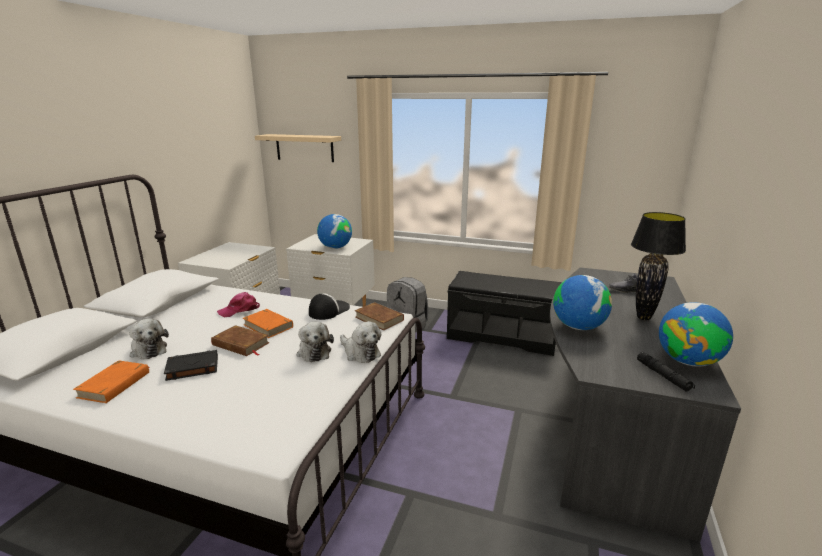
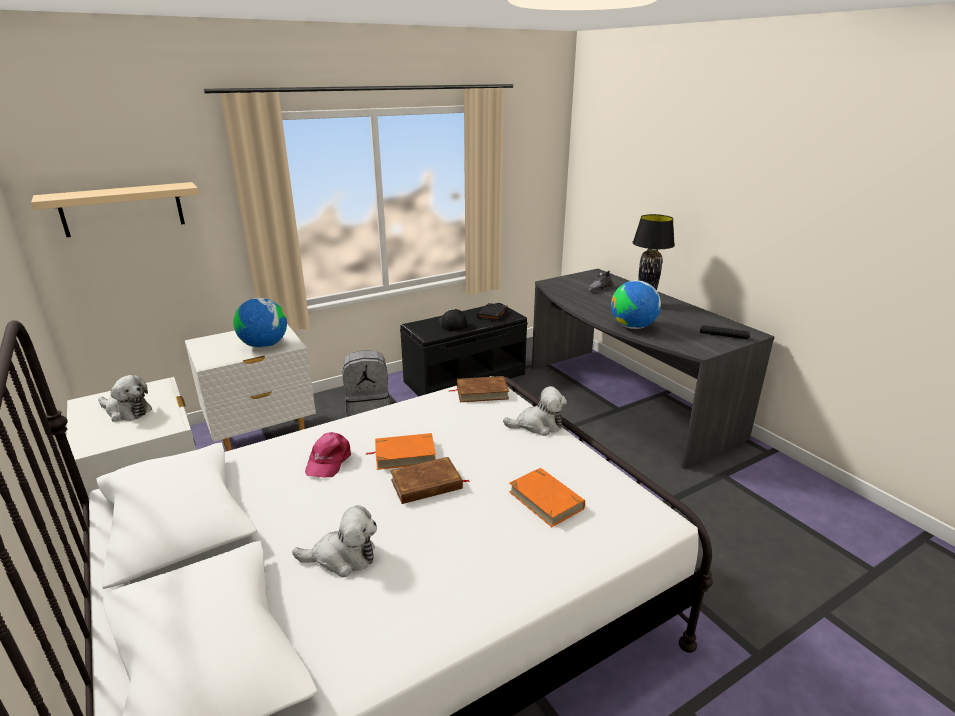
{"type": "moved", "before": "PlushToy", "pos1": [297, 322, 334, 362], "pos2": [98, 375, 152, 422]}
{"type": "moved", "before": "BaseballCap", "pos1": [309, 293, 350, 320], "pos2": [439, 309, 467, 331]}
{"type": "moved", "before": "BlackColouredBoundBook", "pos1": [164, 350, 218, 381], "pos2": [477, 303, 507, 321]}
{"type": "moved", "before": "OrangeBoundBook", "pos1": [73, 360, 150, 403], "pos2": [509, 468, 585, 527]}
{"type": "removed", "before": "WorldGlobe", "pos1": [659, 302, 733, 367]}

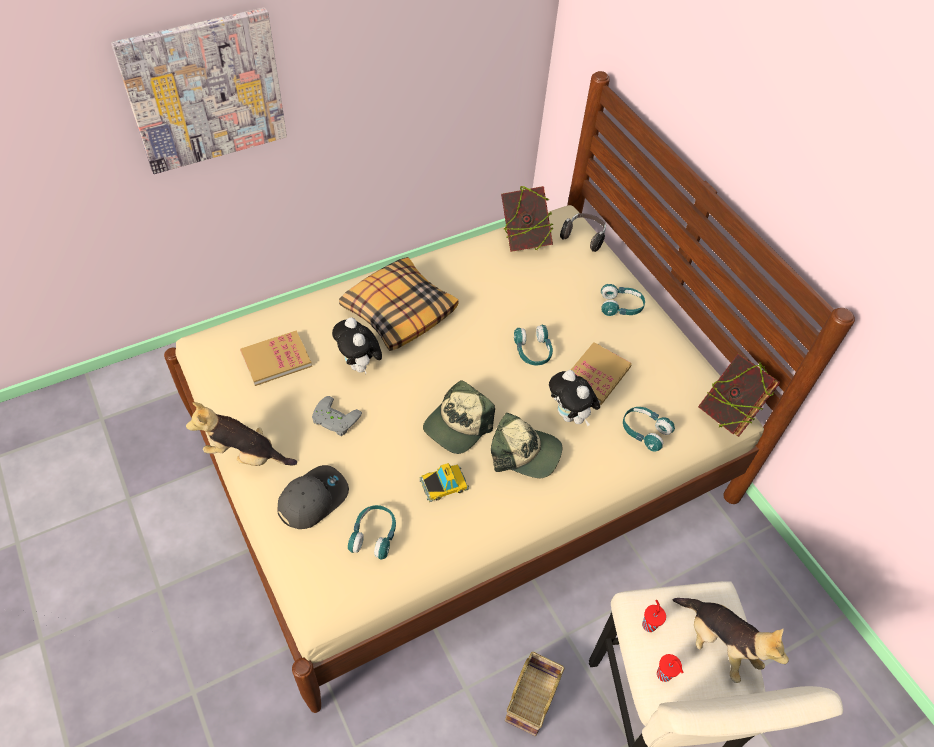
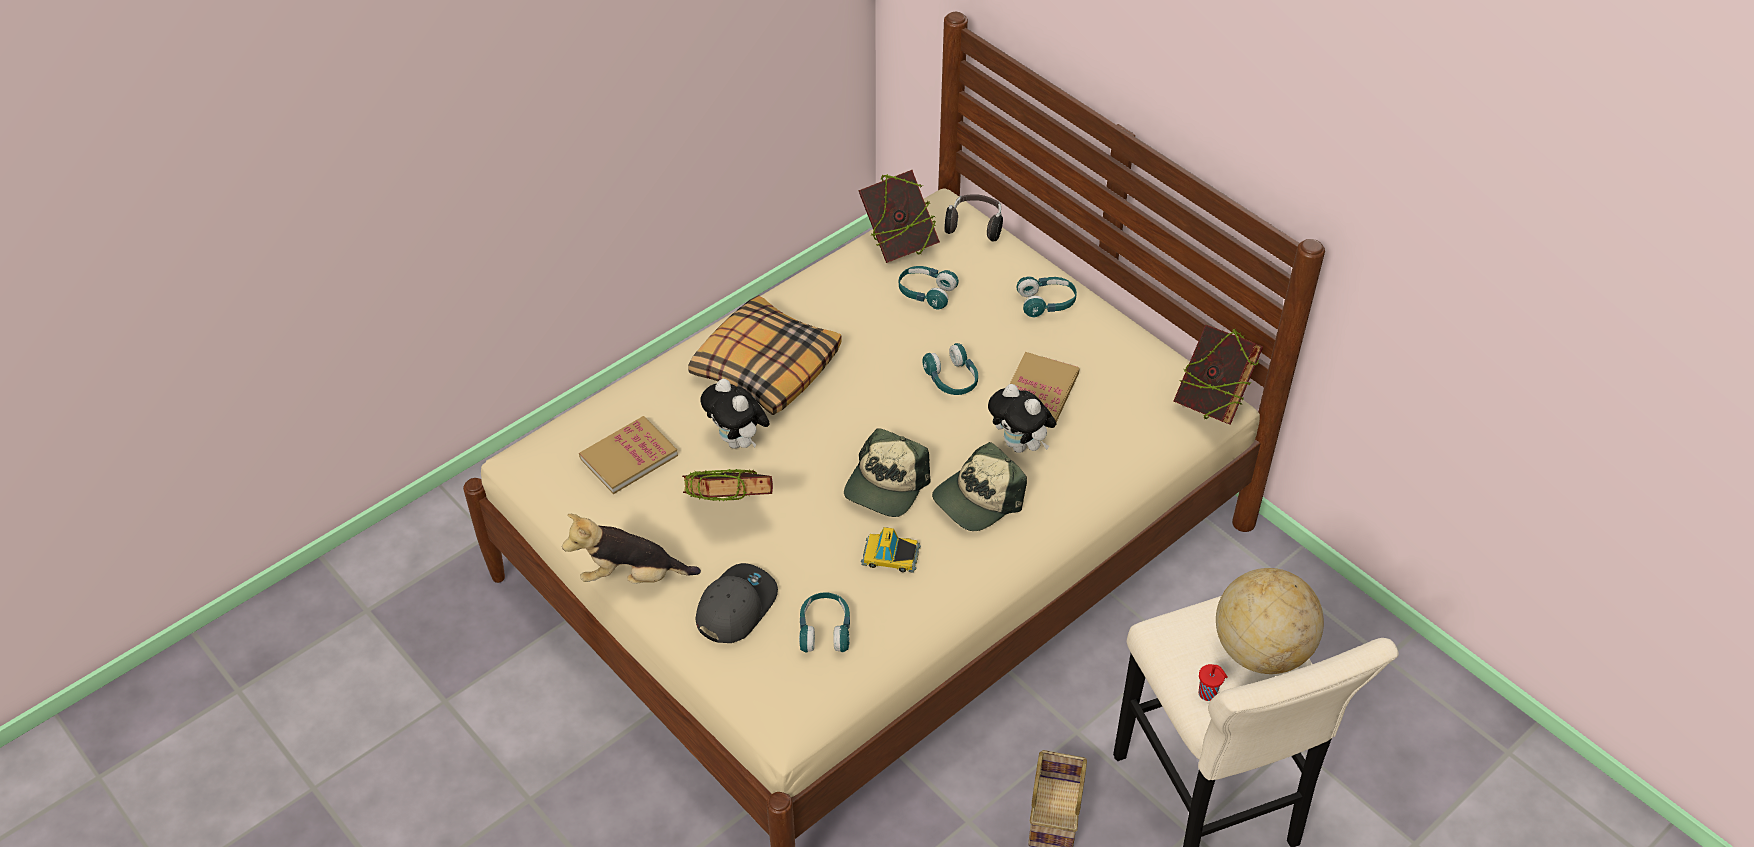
{"type": "replaced", "before": "GreyishGameController", "after": "BoundBook", "pos1": [312, 396, 362, 436], "pos2": [682, 469, 773, 501]}
{"type": "turned", "before": "MiniatureCar", "pos1": [419, 463, 469, 502], "pos2": [861, 527, 921, 573], "turn": -135}
{"type": "moved", "before": "TurquoiseColouredPairOfHeadphones", "pos1": [623, 407, 675, 452], "pos2": [899, 266, 959, 309]}
{"type": "turned", "before": "BaseballCap", "pos1": [491, 412, 562, 478], "pos2": [932, 442, 1027, 531], "turn": 135}
{"type": "replaced", "before": "PlushToy", "after": "WorldGlobe", "pos1": [673, 598, 789, 683], "pos2": [1216, 568, 1324, 674]}
{"type": "removed", "before": "WallPicture", "pos1": [111, 7, 287, 174]}
{"type": "removed", "before": "RedColouredDrinkingCup", "pos1": [642, 600, 666, 632]}

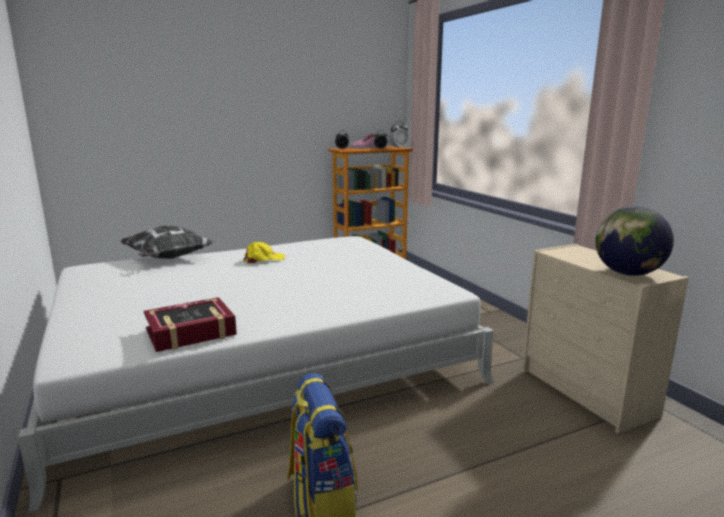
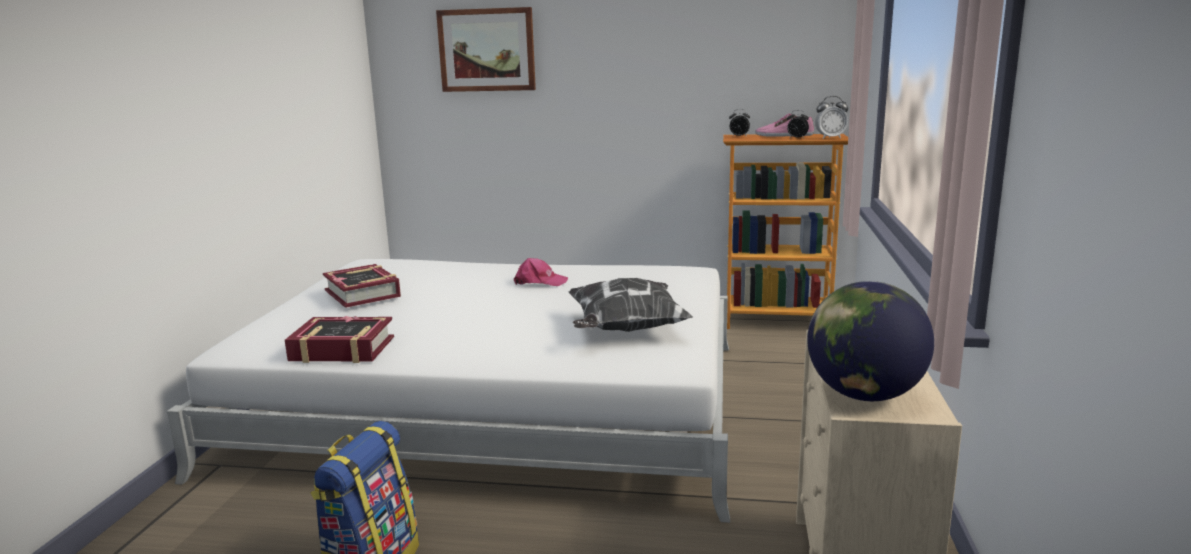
{"type": "added", "after": "BoundBook", "pos2": [323, 264, 401, 308]}
{"type": "added", "after": "WallPicture", "pos2": [436, 7, 536, 92]}
{"type": "recoloured", "before": "YellowBaseballCap", "after": "PinkishBaseballCap", "pos1": [243, 242, 285, 264], "pos2": [514, 258, 568, 286]}
{"type": "moved", "before": "Cushion", "pos1": [120, 225, 214, 259], "pos2": [569, 278, 693, 332]}

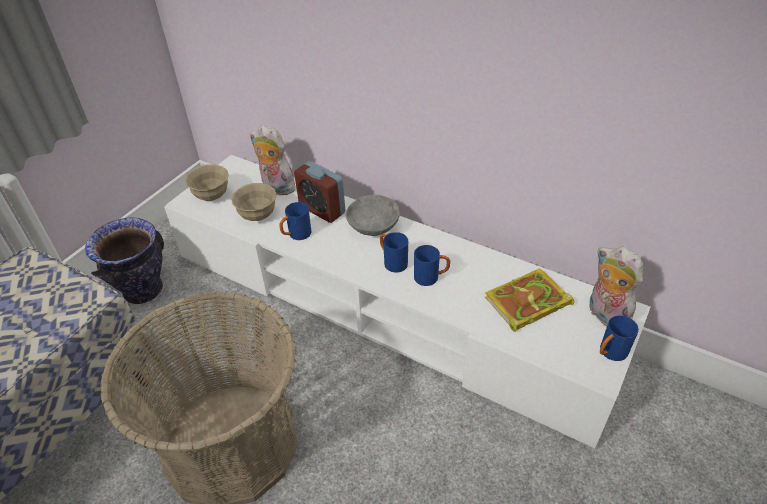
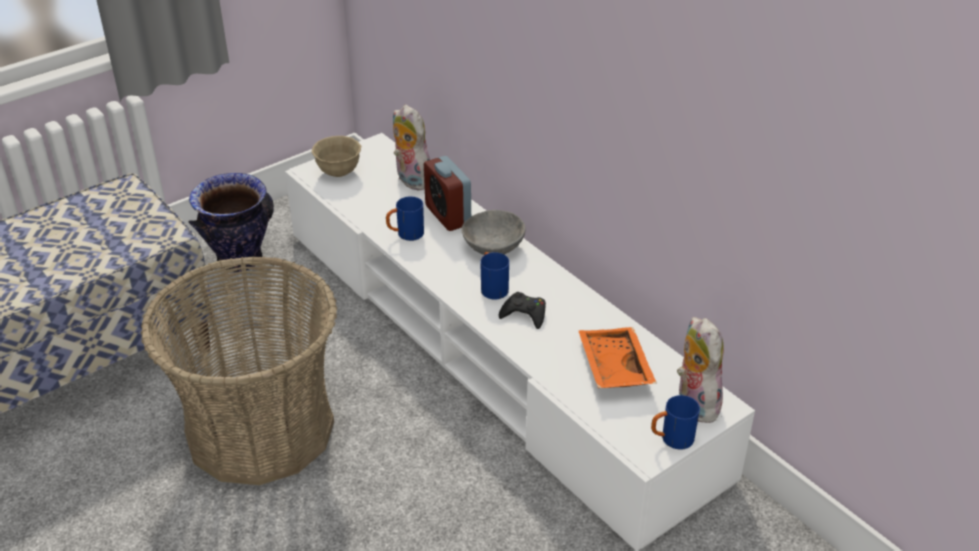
{"type": "replaced", "before": "BluishCoffeeMug", "after": "BlackColouredGameController", "pos1": [414, 245, 450, 286], "pos2": [499, 292, 546, 329]}
{"type": "replaced", "before": "BoundBook", "after": "OrangeTray", "pos1": [485, 268, 575, 332], "pos2": [578, 327, 657, 388]}
{"type": "removed", "before": "BeigeColouredServingBowl", "pos1": [231, 183, 276, 221]}

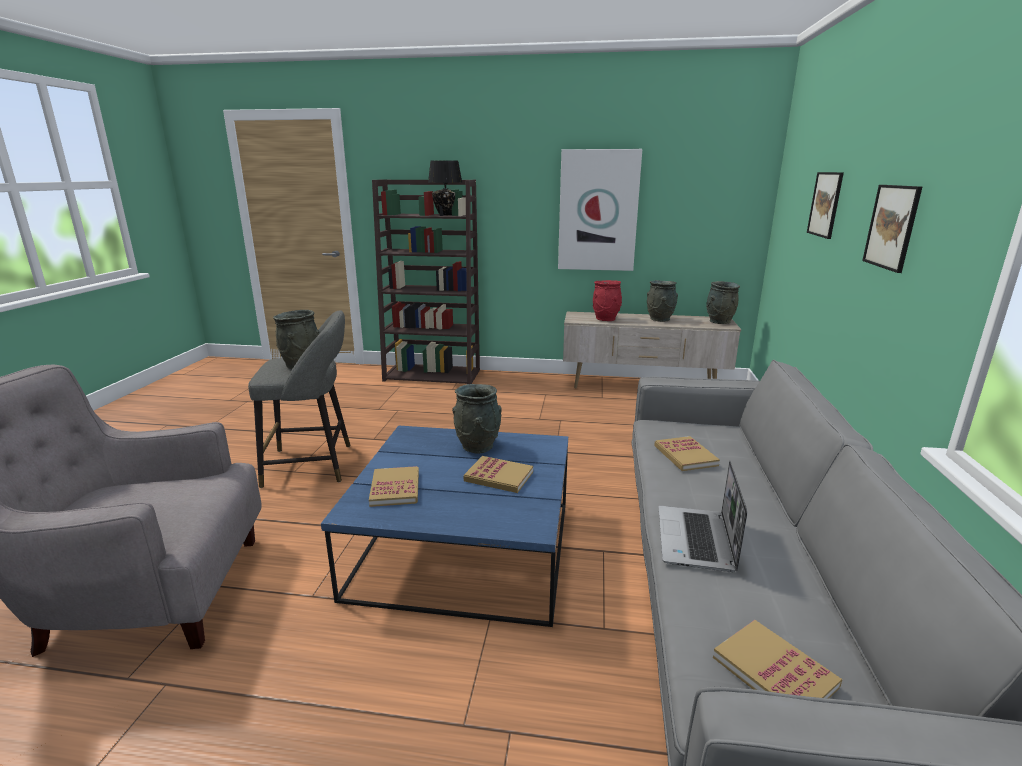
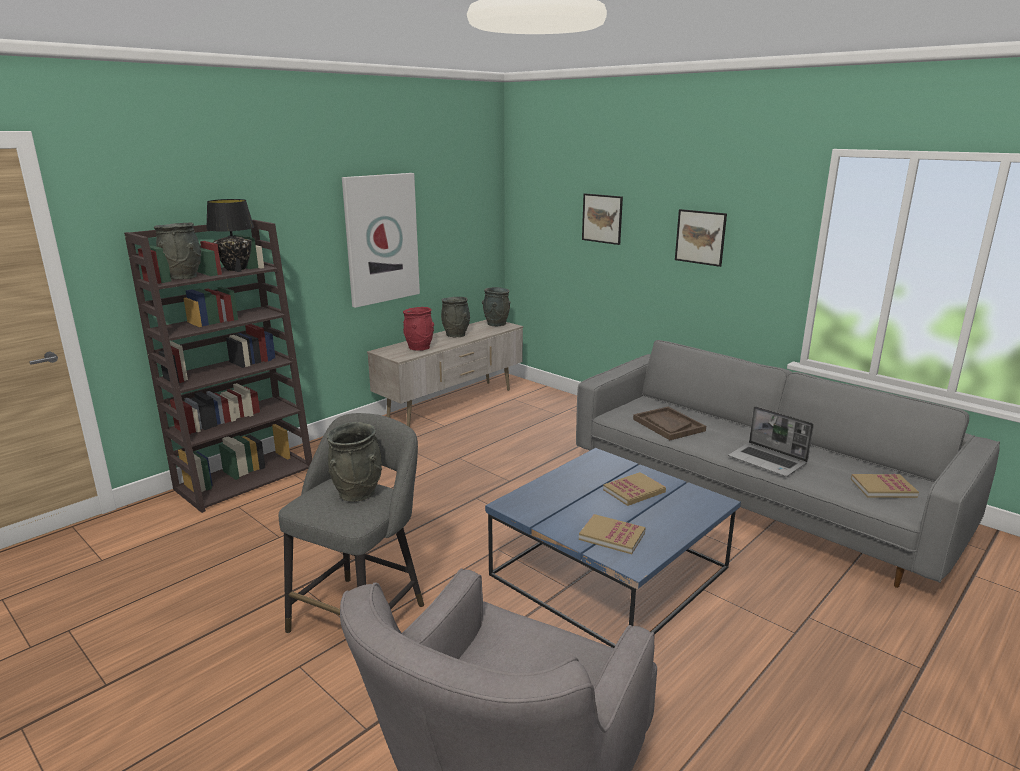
{"type": "moved", "before": "GreyishVase", "pos1": [452, 384, 502, 454], "pos2": [154, 223, 201, 280]}
{"type": "replaced", "before": "BoundBook", "after": "BrownTray", "pos1": [654, 436, 720, 471], "pos2": [633, 407, 706, 440]}

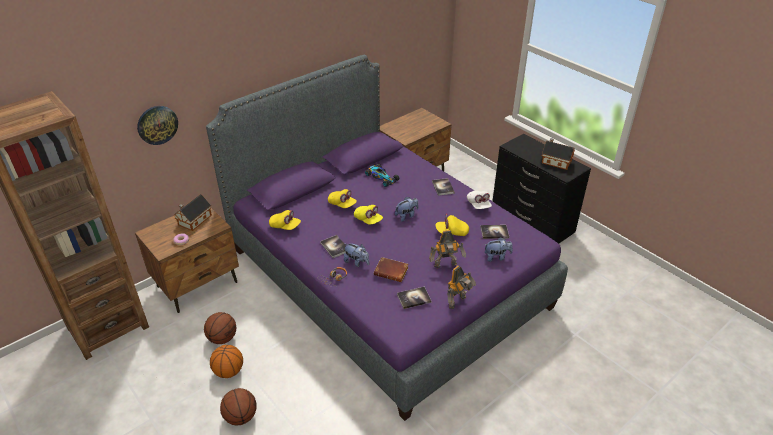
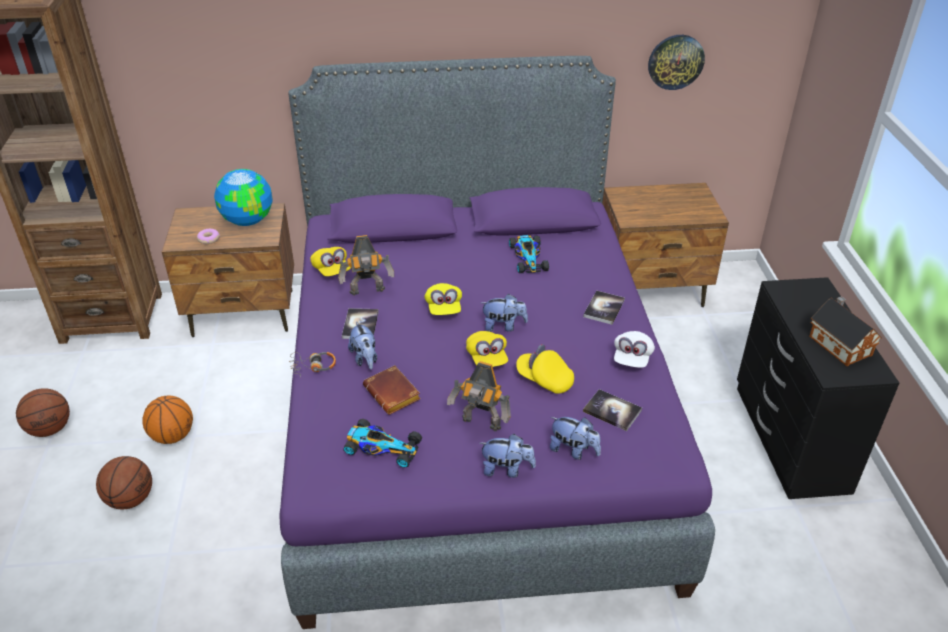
{"type": "moved", "before": "Basketball", "pos1": [204, 312, 236, 344], "pos2": [16, 388, 70, 437]}
{"type": "replaced", "before": "MiniatureHouse", "after": "WorldGlobe", "pos1": [173, 194, 212, 231], "pos2": [214, 169, 273, 226]}
{"type": "moved", "before": "RobotFigure", "pos1": [447, 266, 476, 309], "pos2": [338, 235, 394, 295]}
{"type": "replaced", "before": "BoundBook", "after": "MiniatureCar", "pos1": [397, 287, 432, 309], "pos2": [343, 419, 422, 468]}
{"type": "moved", "before": "YellowBaseballCap", "pos1": [328, 189, 357, 208], "pos2": [466, 331, 508, 367]}
{"type": "added", "after": "PlushToy", "pos2": [480, 434, 536, 478]}
{"type": "moved", "before": "HangingClock", "pos1": [137, 106, 178, 145], "pos2": [648, 35, 705, 90]}

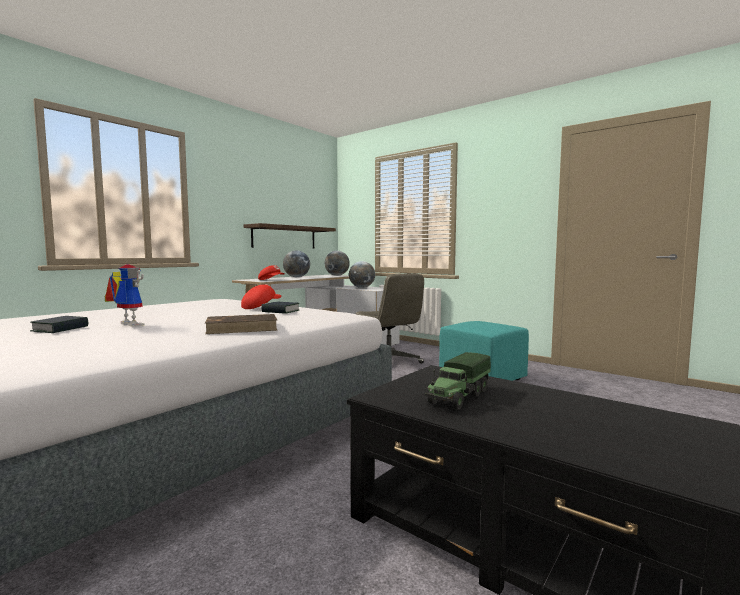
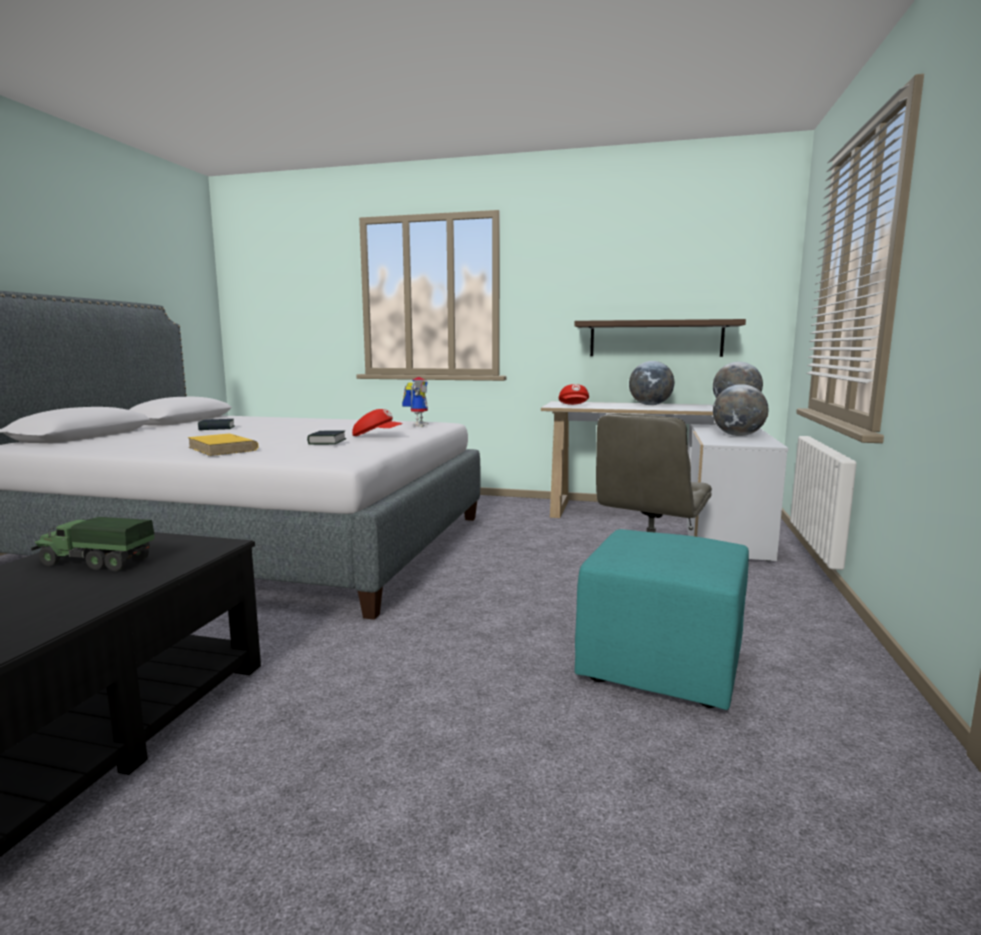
{"type": "recoloured", "before": "BrownBoundBook", "after": "YellowBoundBook", "pos1": [205, 314, 278, 334], "pos2": [187, 434, 259, 456]}
{"type": "moved", "before": "RobotFigure", "pos1": [105, 264, 145, 327], "pos2": [402, 377, 429, 427]}

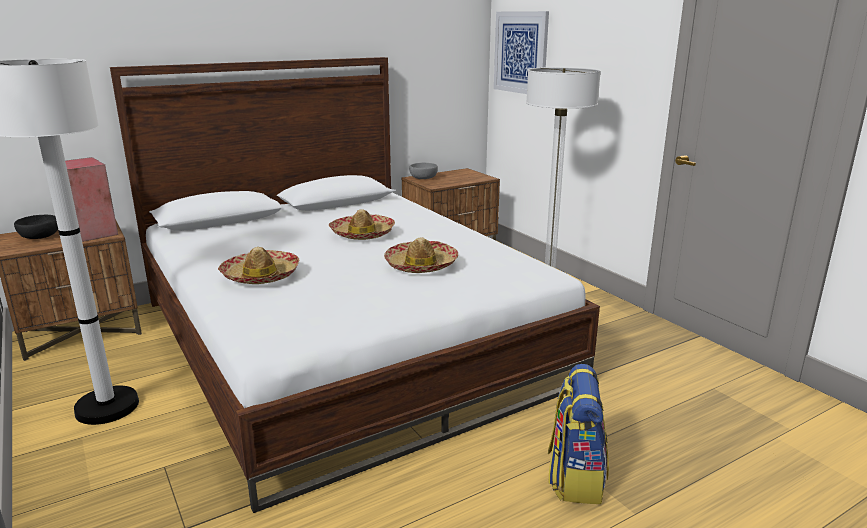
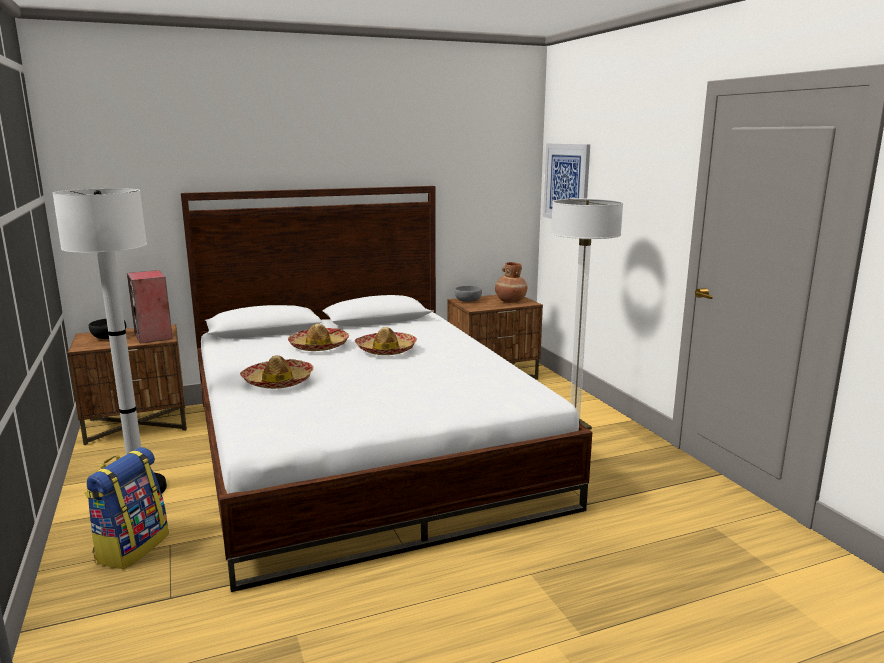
{"type": "moved", "before": "Knapsack", "pos1": [548, 364, 609, 504], "pos2": [85, 447, 169, 569]}
{"type": "moved", "before": "ClothingHat", "pos1": [384, 238, 458, 273], "pos2": [288, 324, 349, 351]}
{"type": "added", "after": "BrownVase", "pos2": [495, 262, 527, 303]}

